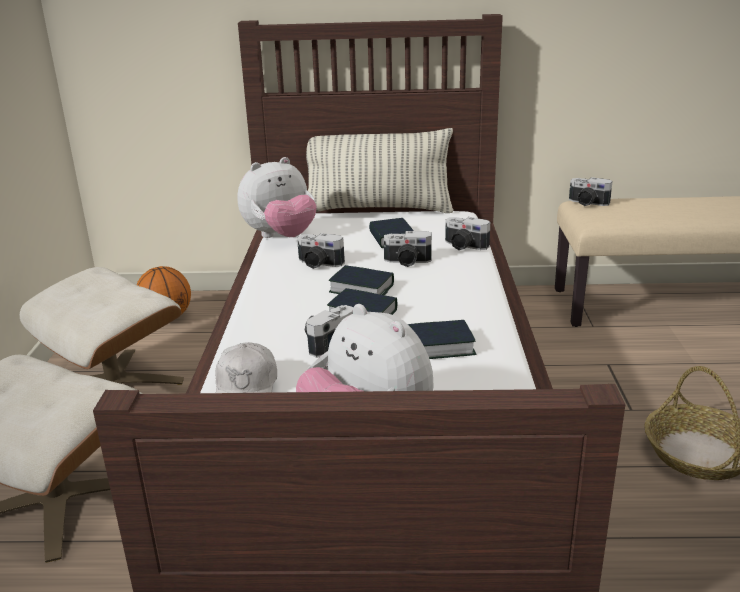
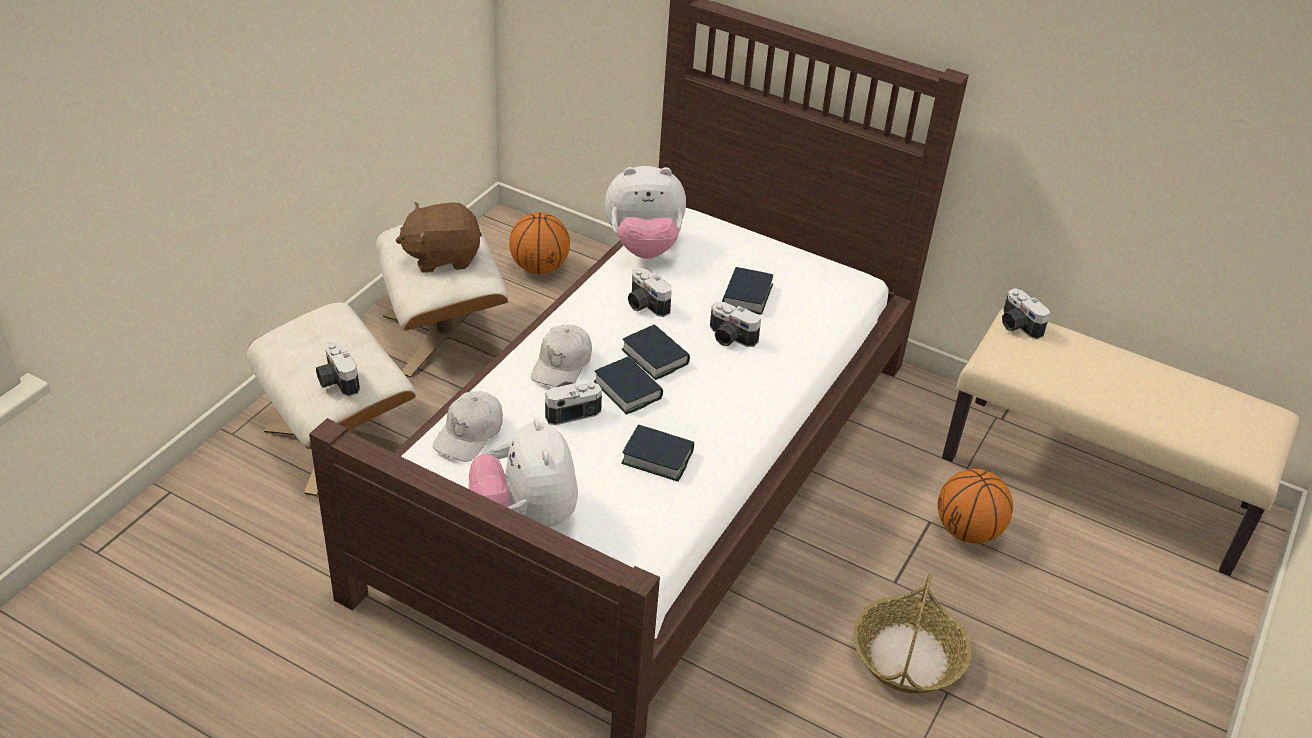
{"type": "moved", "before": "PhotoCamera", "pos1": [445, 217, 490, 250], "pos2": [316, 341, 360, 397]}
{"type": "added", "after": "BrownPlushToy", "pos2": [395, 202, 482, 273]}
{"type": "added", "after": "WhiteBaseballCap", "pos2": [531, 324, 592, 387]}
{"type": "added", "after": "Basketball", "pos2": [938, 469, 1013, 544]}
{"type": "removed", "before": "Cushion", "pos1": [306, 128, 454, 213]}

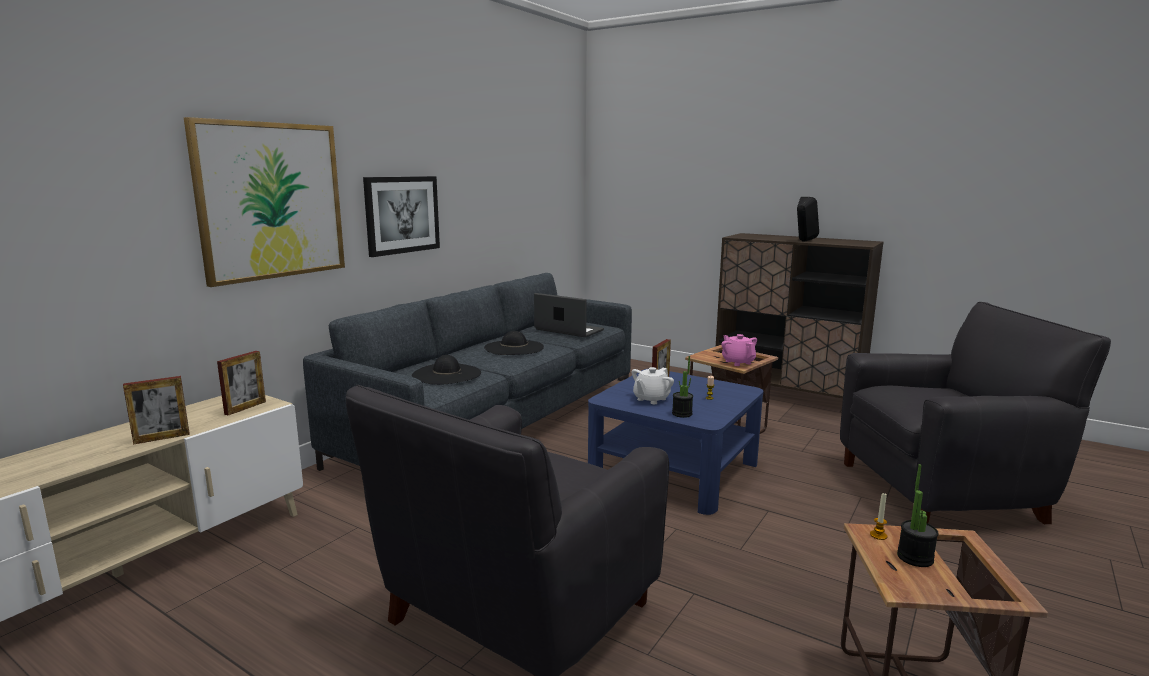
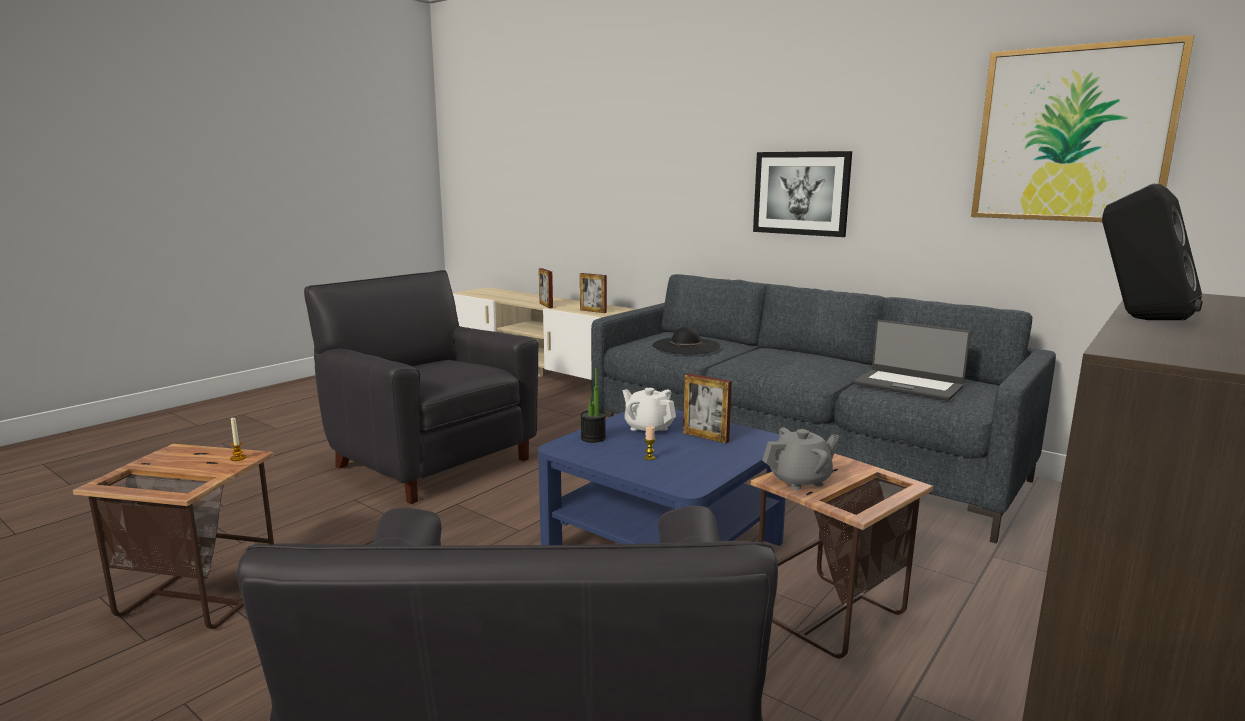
{"type": "recoloured", "before": "PinkishTeapot", "after": "GreyishTeapot", "pos1": [721, 334, 757, 366], "pos2": [762, 427, 840, 490]}
{"type": "turned", "before": "PortableComputer", "pos1": [534, 293, 604, 338], "pos2": [854, 320, 971, 401], "turn": 90}
{"type": "moved", "before": "WallPicture", "pos1": [184, 117, 345, 287], "pos2": [971, 35, 1194, 222]}
{"type": "removed", "before": "BlackColouredClothingHat", "pos1": [484, 331, 544, 355]}
{"type": "removed", "before": "Houseplant", "pos1": [897, 464, 939, 567]}

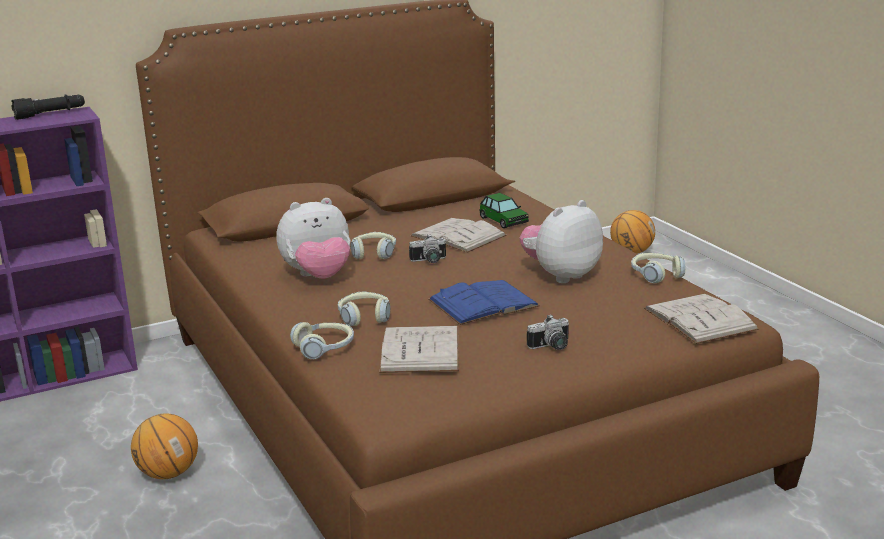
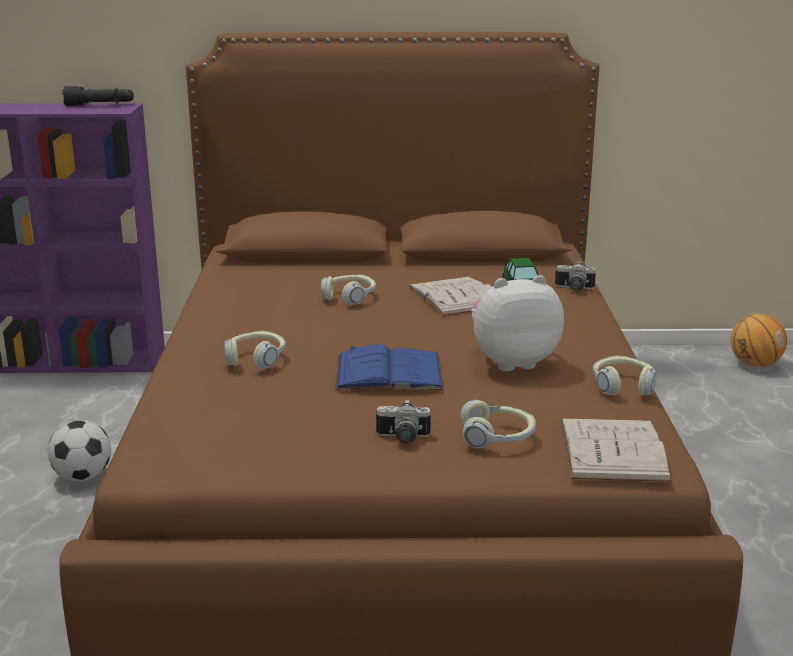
{"type": "replaced", "before": "Basketball", "after": "Football", "pos1": [131, 413, 198, 479], "pos2": [48, 420, 111, 481]}
{"type": "moved", "before": "PairOfHeadphones", "pos1": [290, 322, 354, 359], "pos2": [460, 400, 536, 449]}
{"type": "moved", "before": "PhotoCamera", "pos1": [409, 234, 446, 263], "pos2": [555, 261, 596, 291]}
{"type": "removed", "before": "PlushToy", "pos1": [276, 198, 351, 279]}
{"type": "removed", "before": "WhiteBoundBook", "pos1": [379, 326, 459, 373]}

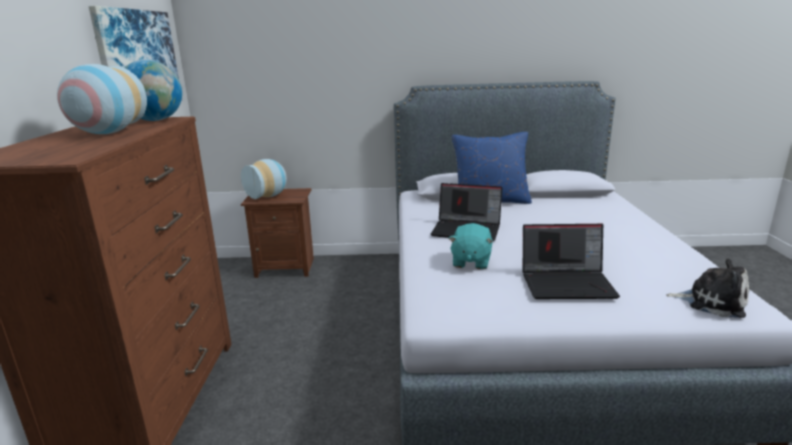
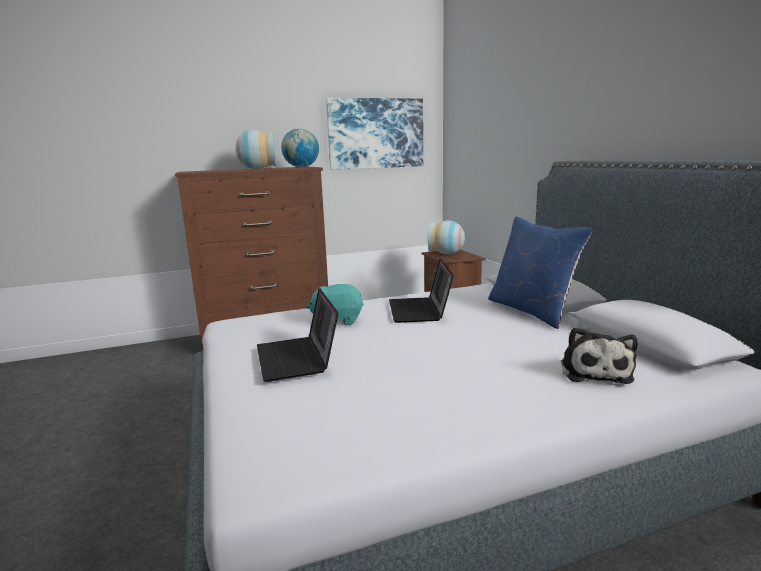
{"type": "moved", "before": "PlushToy", "pos1": [666, 259, 749, 318], "pos2": [561, 327, 637, 384]}

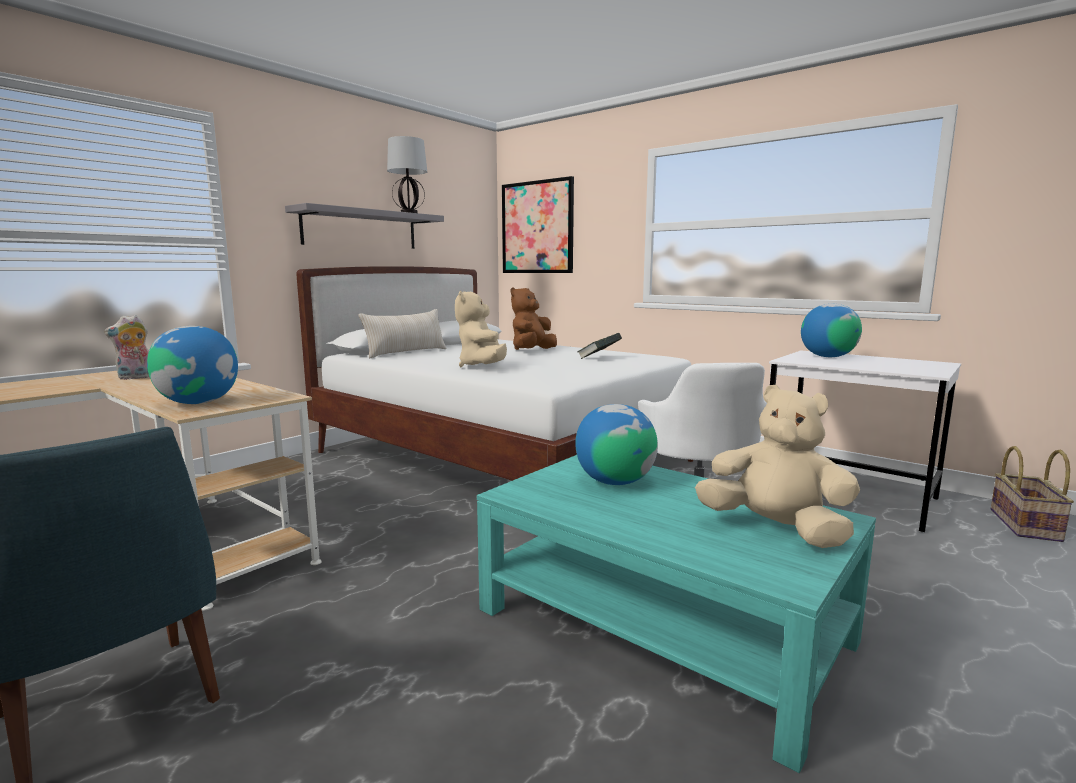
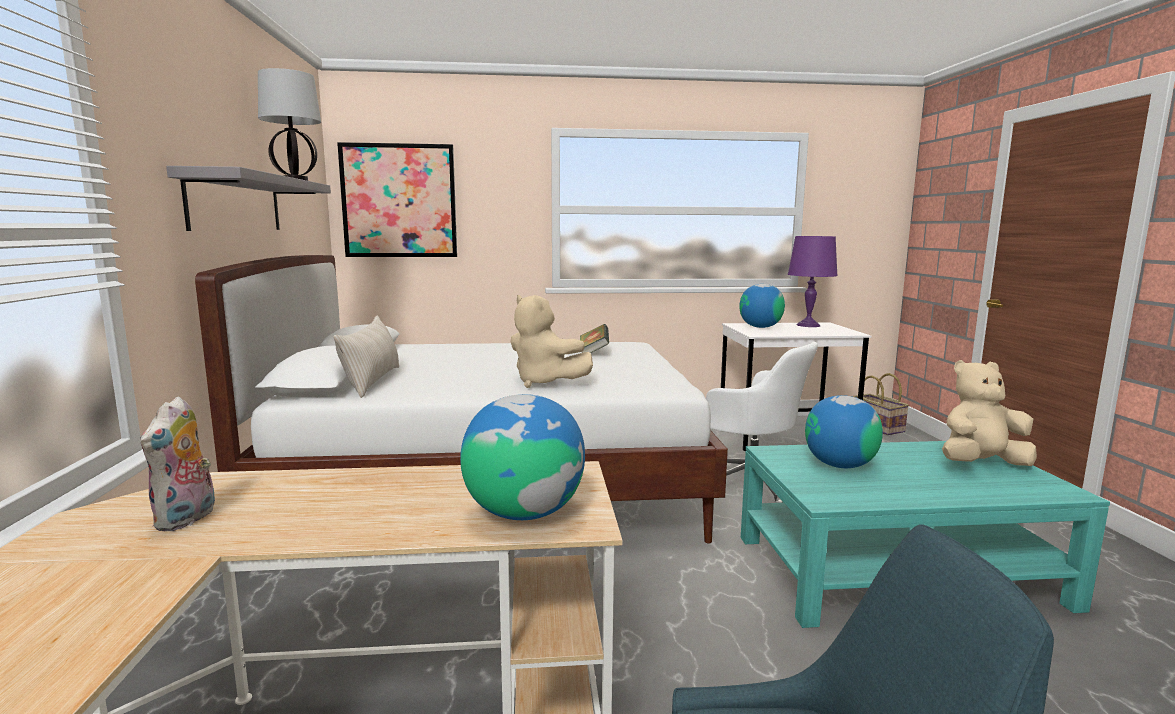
{"type": "added", "after": "PurplishLampForATable", "pos2": [788, 236, 838, 327]}
{"type": "removed", "before": "BrownPlushToy", "pos1": [511, 287, 557, 350]}

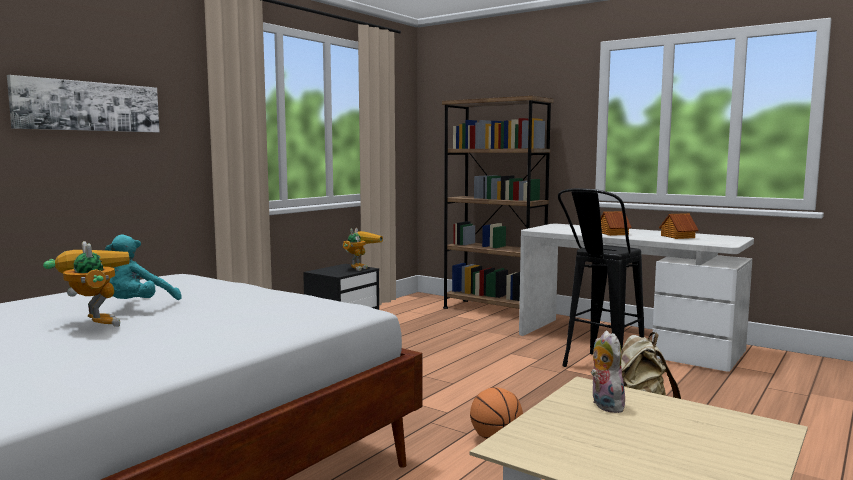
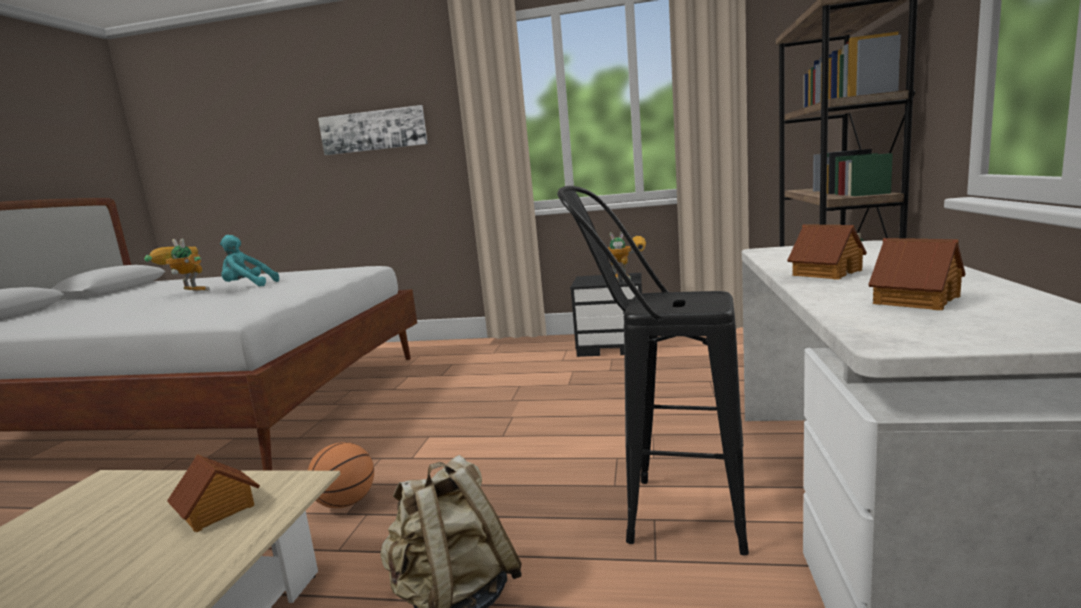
{"type": "turned", "before": "RobotFigure", "pos1": [43, 241, 130, 327], "pos2": [144, 239, 210, 291], "turn": -90}
{"type": "replaced", "before": "PlushToy", "after": "MiniatureHouse", "pos1": [591, 331, 625, 413], "pos2": [167, 454, 260, 532]}

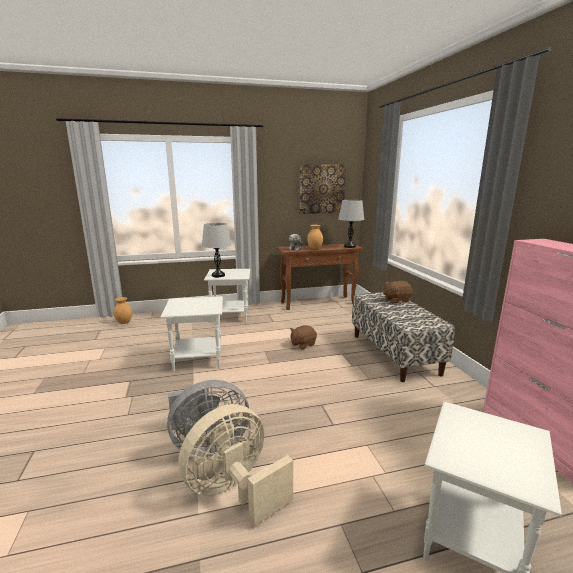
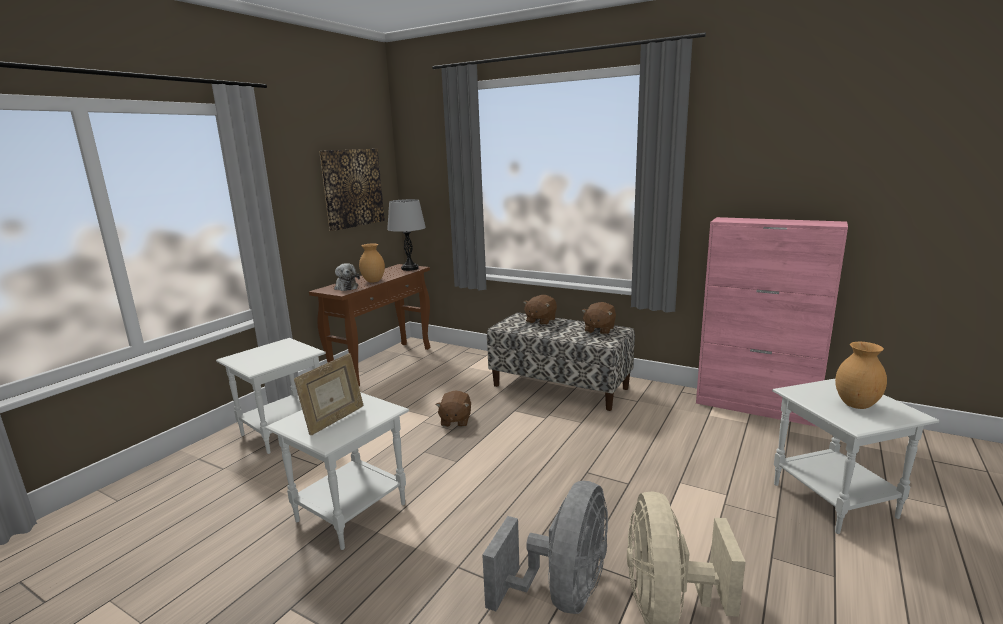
{"type": "added", "after": "PhotoFrame", "pos2": [294, 353, 363, 435]}
{"type": "added", "after": "BrownPlushToy", "pos2": [581, 302, 616, 335]}
{"type": "moved", "before": "BrownVase", "pos1": [114, 297, 132, 324], "pos2": [835, 342, 887, 409]}
{"type": "removed", "before": "GreyishLampForATable", "pos1": [202, 223, 231, 277]}

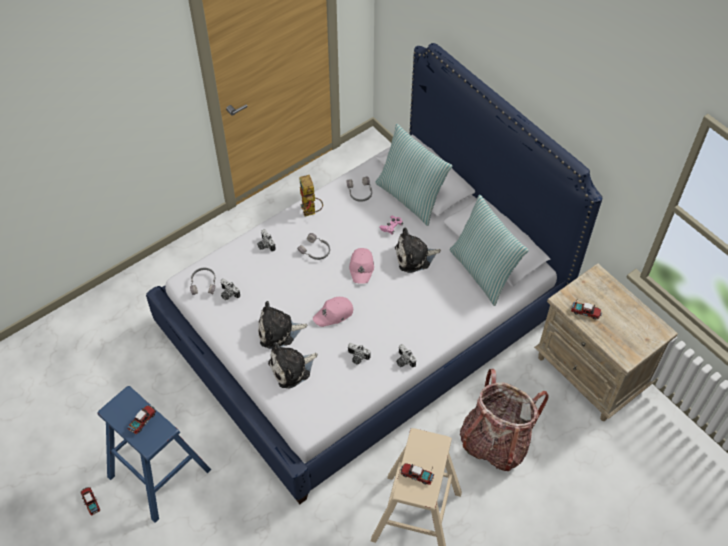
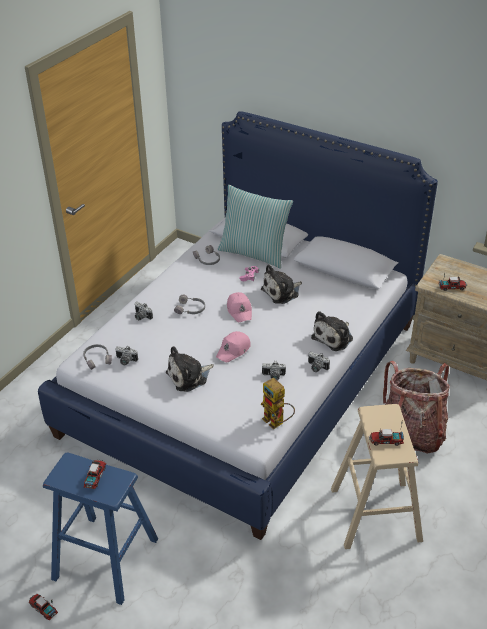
{"type": "moved", "before": "RobotFigure", "pos1": [299, 175, 323, 216], "pos2": [260, 378, 295, 429]}
{"type": "moved", "before": "PlushToy", "pos1": [268, 342, 317, 388], "pos2": [311, 311, 353, 351]}
{"type": "removed", "before": "Cushion", "pos1": [449, 195, 529, 306]}

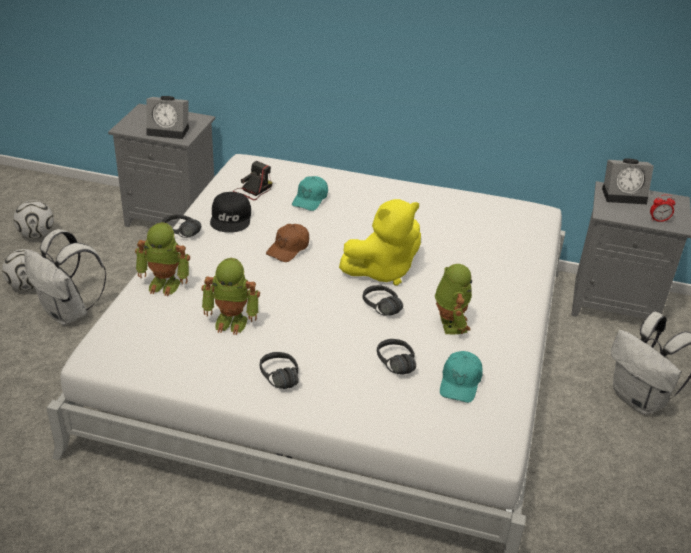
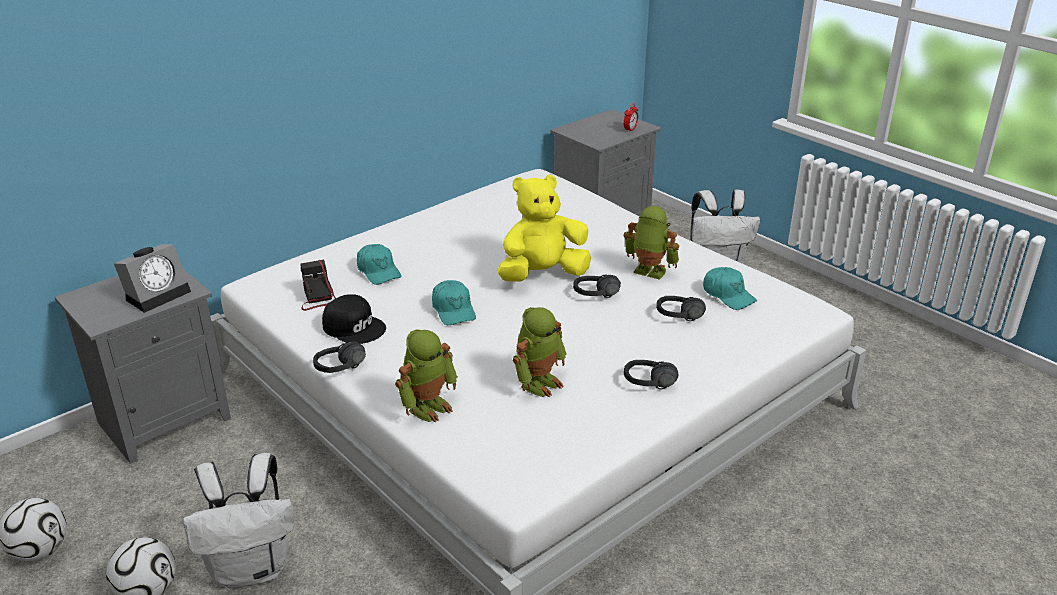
{"type": "recoloured", "before": "BrownBaseballCap", "after": "TurquoiseColouredBaseballCap", "pos1": [266, 224, 309, 262], "pos2": [432, 280, 476, 325]}
{"type": "turned", "before": "YellowPlushToy", "pos1": [339, 199, 421, 286], "pos2": [498, 175, 591, 282], "turn": -120}
{"type": "removed", "before": "TableClock", "pos1": [602, 158, 654, 204]}

